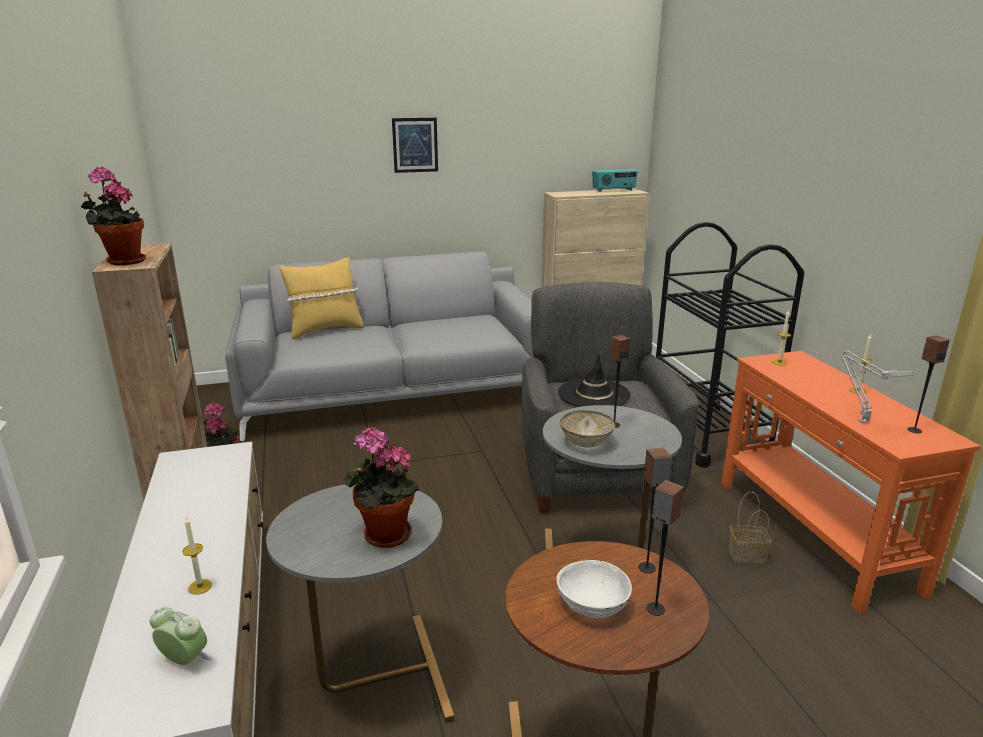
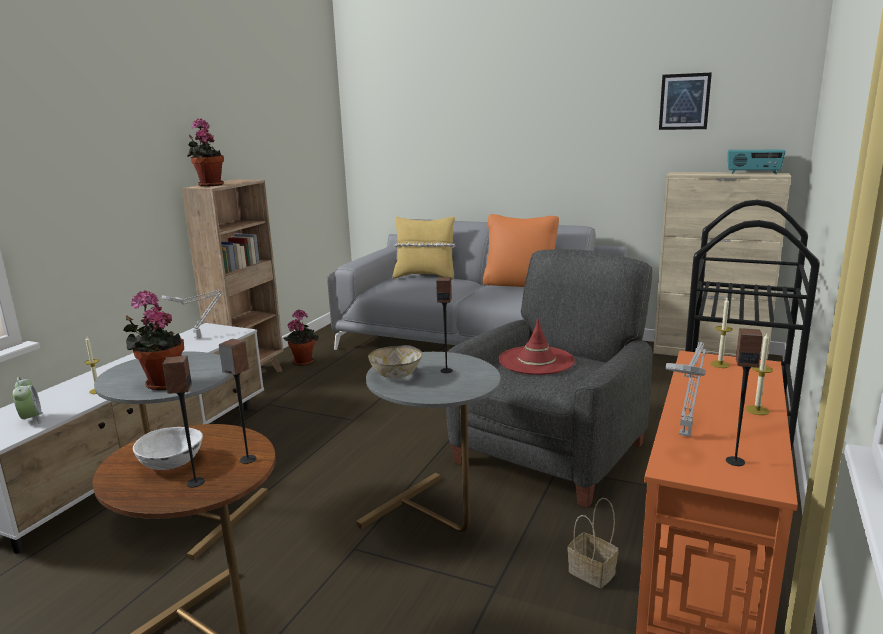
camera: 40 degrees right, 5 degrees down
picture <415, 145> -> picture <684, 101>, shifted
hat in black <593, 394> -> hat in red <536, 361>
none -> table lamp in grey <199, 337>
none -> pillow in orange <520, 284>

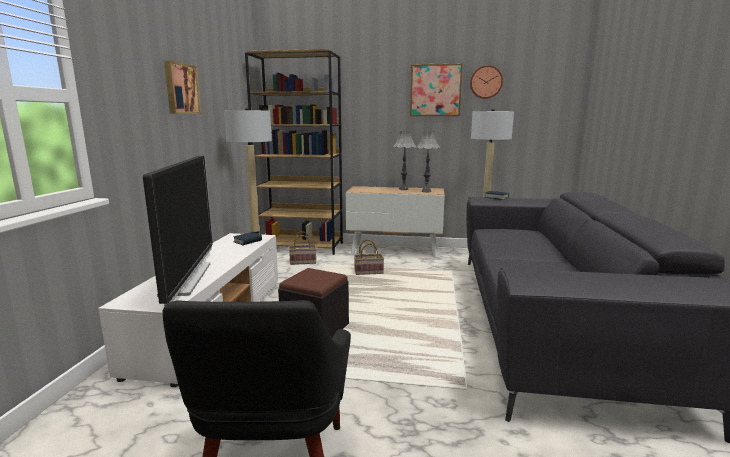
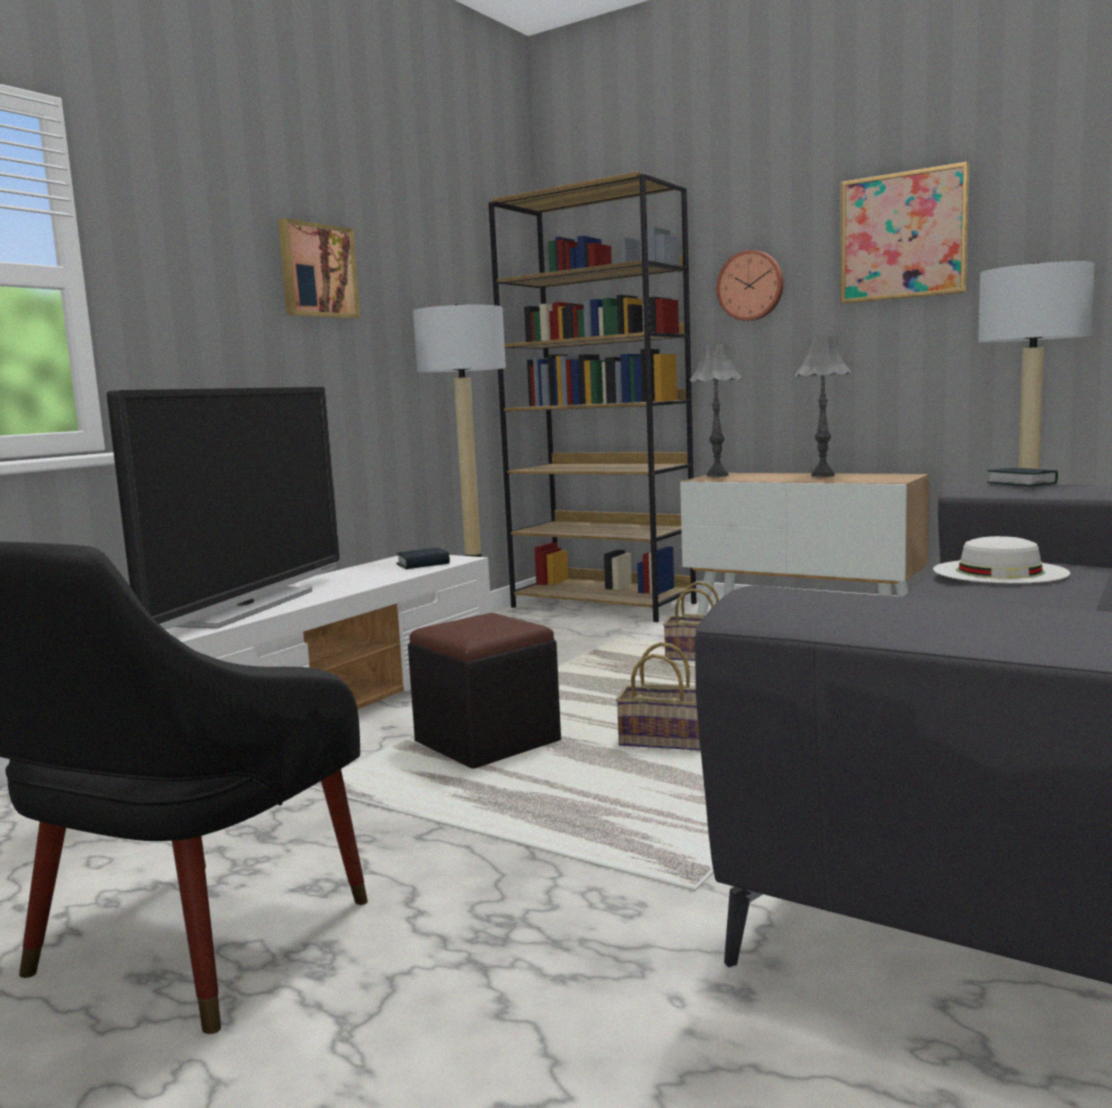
camera: 25 degrees right, 5 degrees down
basket <303, 261> -> basket <666, 741>, shifted
table lamp in grey <426, 191> -> table lamp in grey <717, 476>, shifted
wall clock <486, 82> -> wall clock <751, 286>, shifted
none -> hat in white <1000, 571>

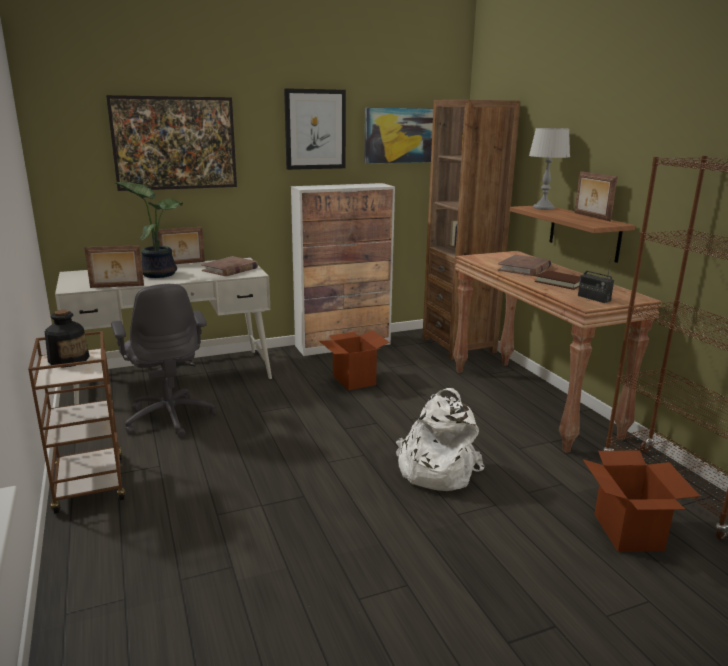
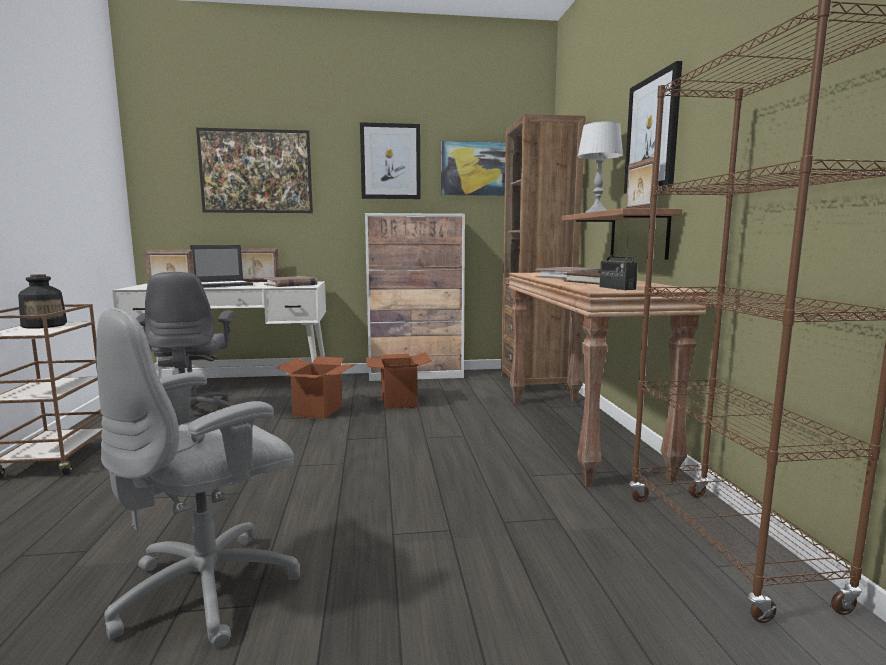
camera: 15 degrees right, 10 degrees down
potted plant <158, 273> -> laptop <223, 285>
backpack in white <435, 470> -> none
cardboard box <628, 532> -> cardboard box <318, 411>, shifted
none -> office chair in grey <211, 589>
none -> picture <652, 134>

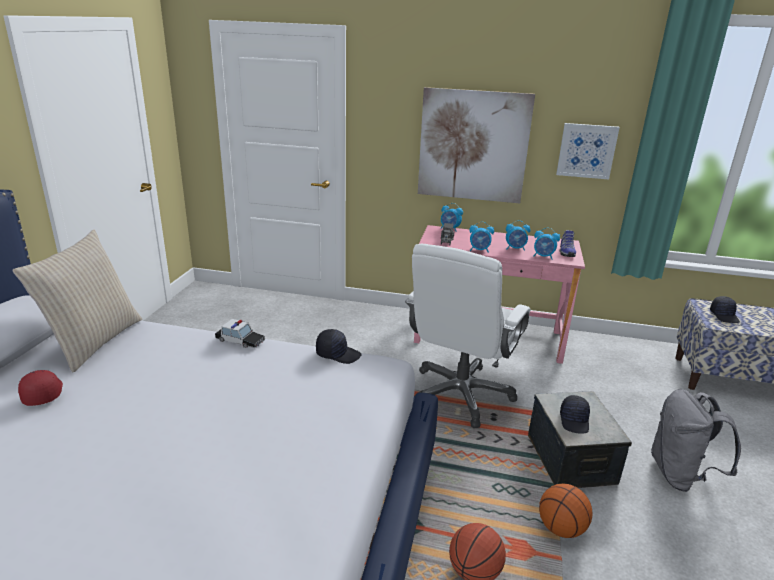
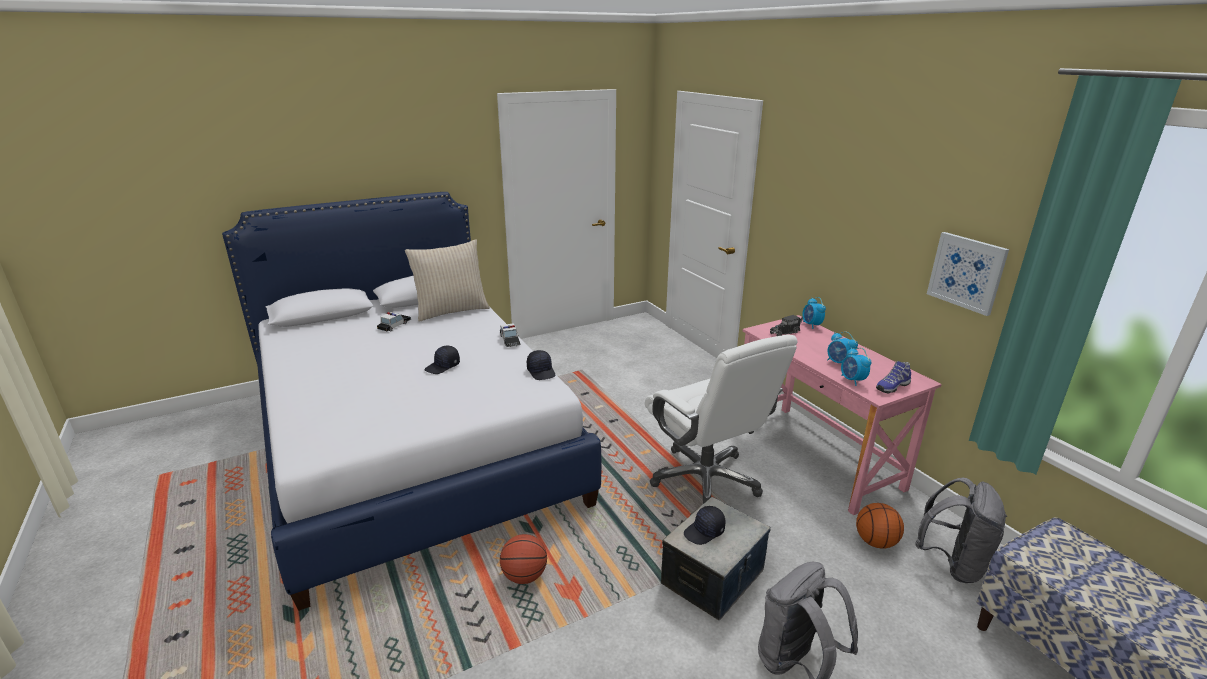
camera: 50 degrees right, 0 degrees up
cap in red <42, 394> -> toy car <394, 325>
office chair in white <460, 394> -> office chair in white <706, 480>, 105 degrees counterclockwise
picture <473, 146> -> none
alarm clock <479, 250> -> none
basketball <561, 528> -> basketball <875, 542>, shifted
cap in black <724, 316> -> cap in black <443, 366>, shifted
none -> backpack in grey <952, 563>

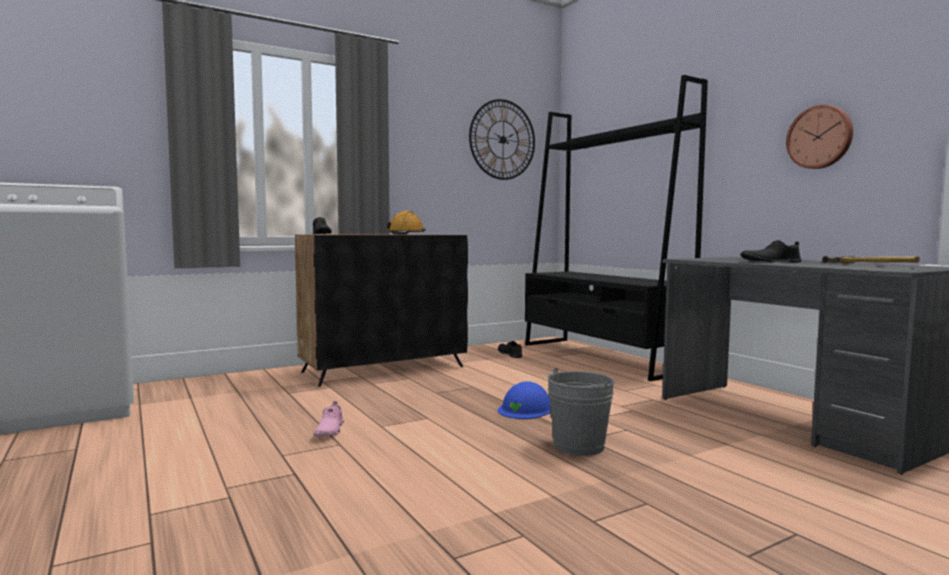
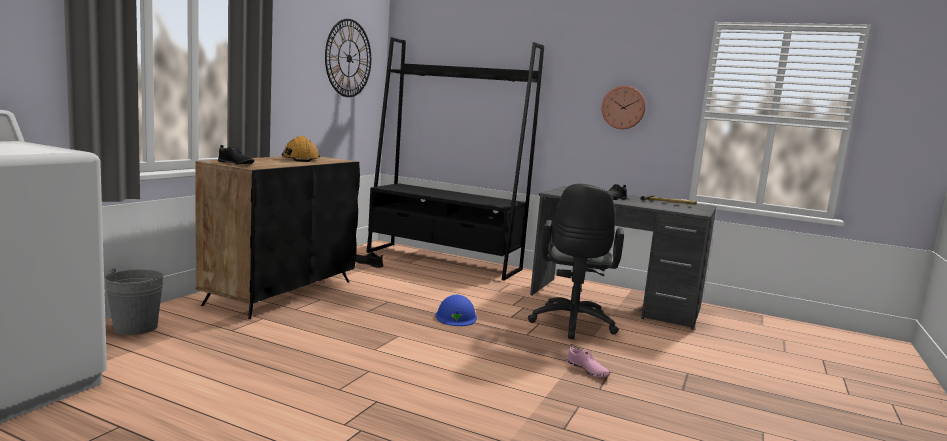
camera: 35 degrees left, 5 degrees up
shoe in pink <329, 431> -> shoe in pink <587, 370>, shifted
bucket in grey <578, 446> -> bucket in grey <135, 327>, shifted
none -> office chair in grey <572, 325>

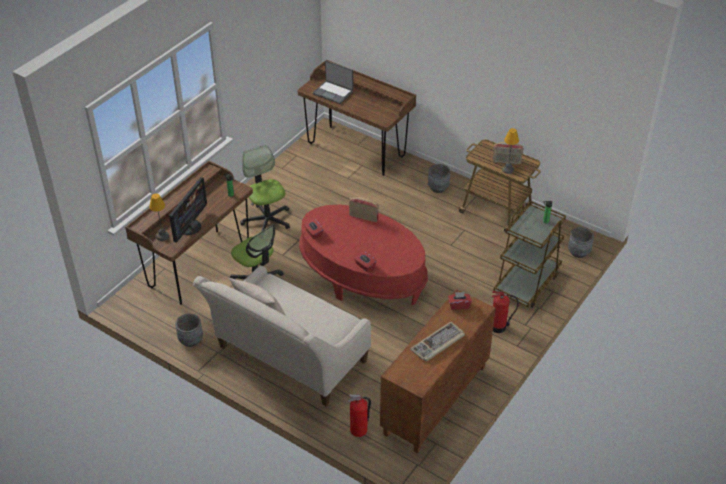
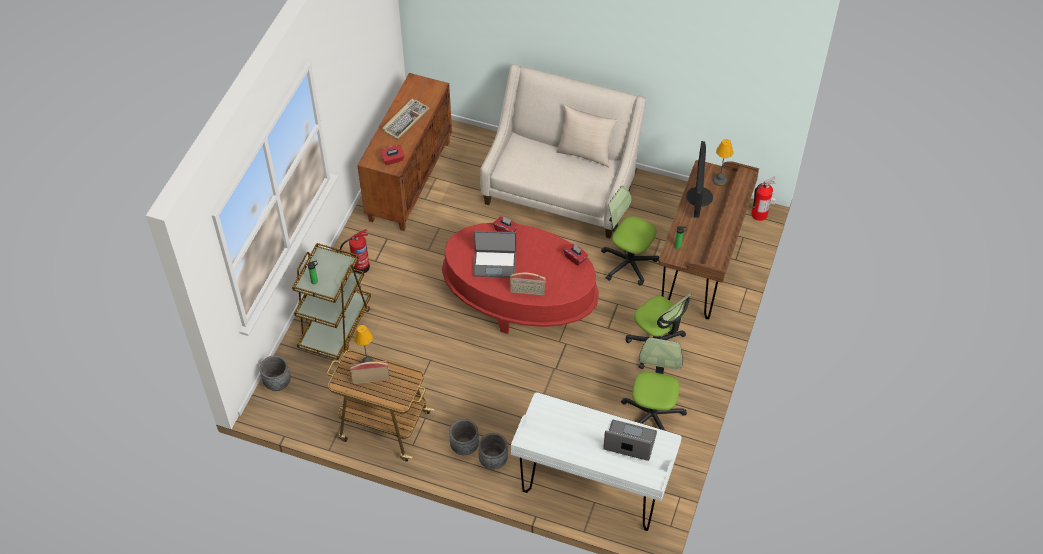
camera: 165 degrees right, 10 degrees up
planter in grey <190, 340> -> planter in grey <493, 460>, shifted
desk in brown <356, 150> -> desk in white <592, 491>
fire extinguisher <359, 430> -> fire extinguisher <758, 214>, shifted
none -> laptop <494, 263>
none -> office chair <652, 414>

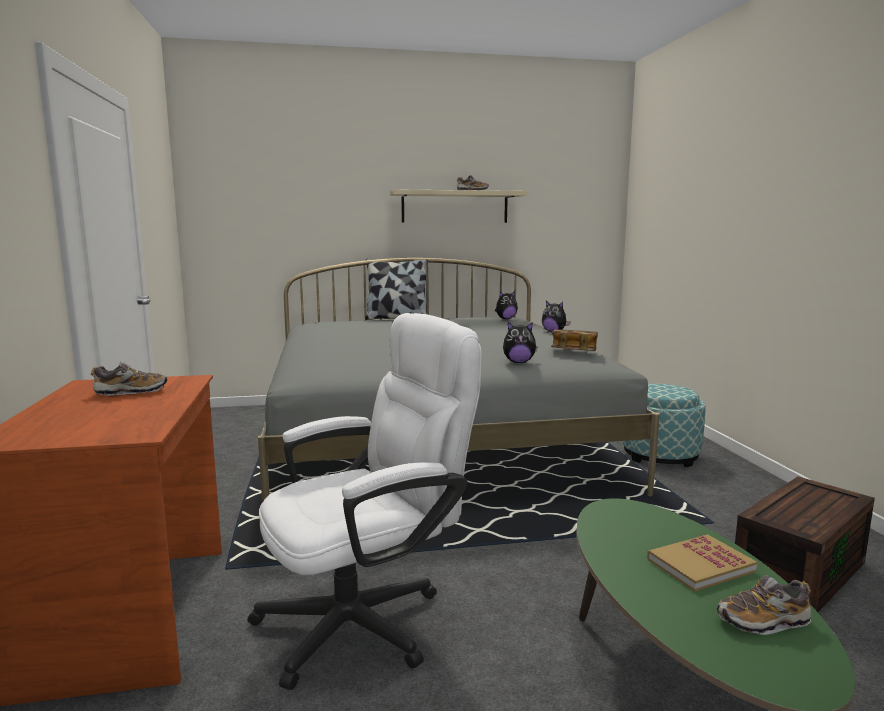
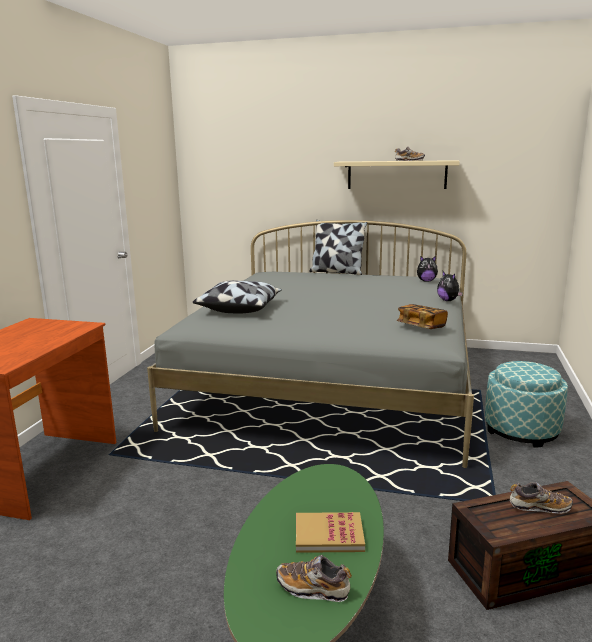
camera: 25 degrees right, 5 degrees up
shoe <131, 392> -> shoe <539, 507>, shifted
office chair in white <368, 619> -> none
plush toy <519, 362> -> none
none -> pillow <240, 308>

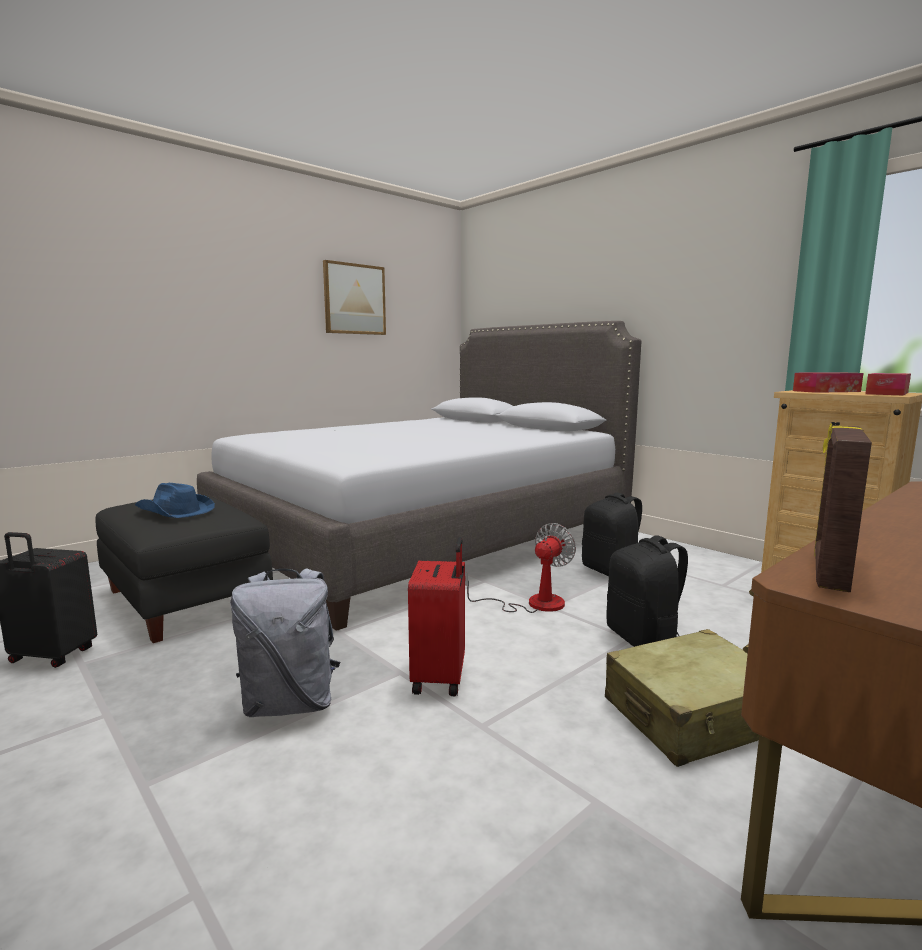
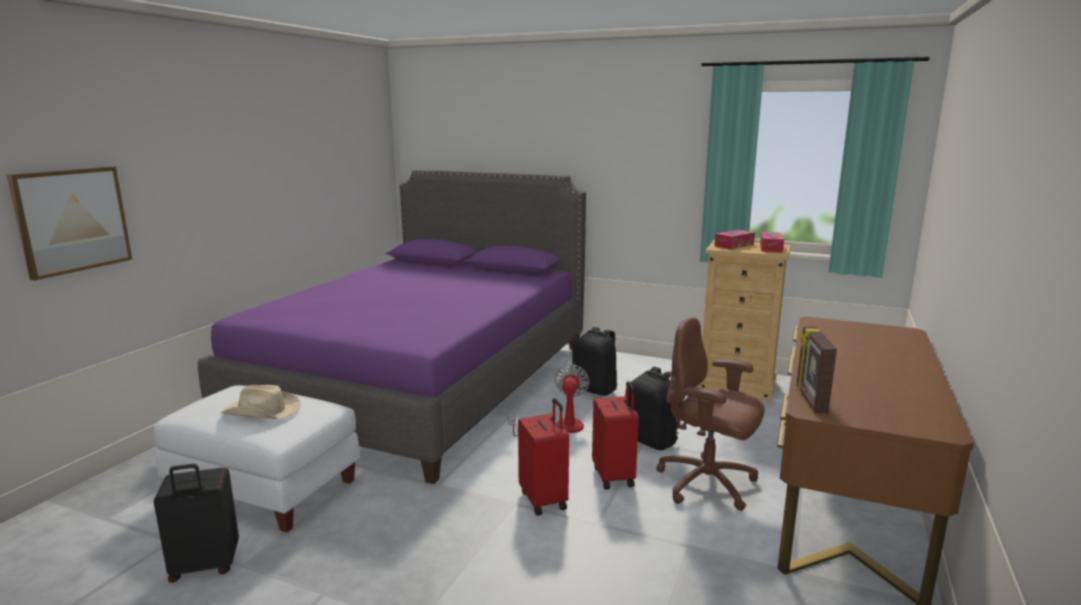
camera: 25 degrees left, 5 degrees up
ottoman in black <187, 600> -> ottoman in white <267, 488>
hat in blue <175, 511> -> hat in beige <262, 411>
bed in grey <425, 537> -> bed in purple <422, 383>
backpack in grey <290, 703> -> none
picture <354, 299> -> picture <72, 220>, shifted
suitcase in beige <693, 716> -> office chair in brown <708, 484>
none -> suitcase in red <614, 476>

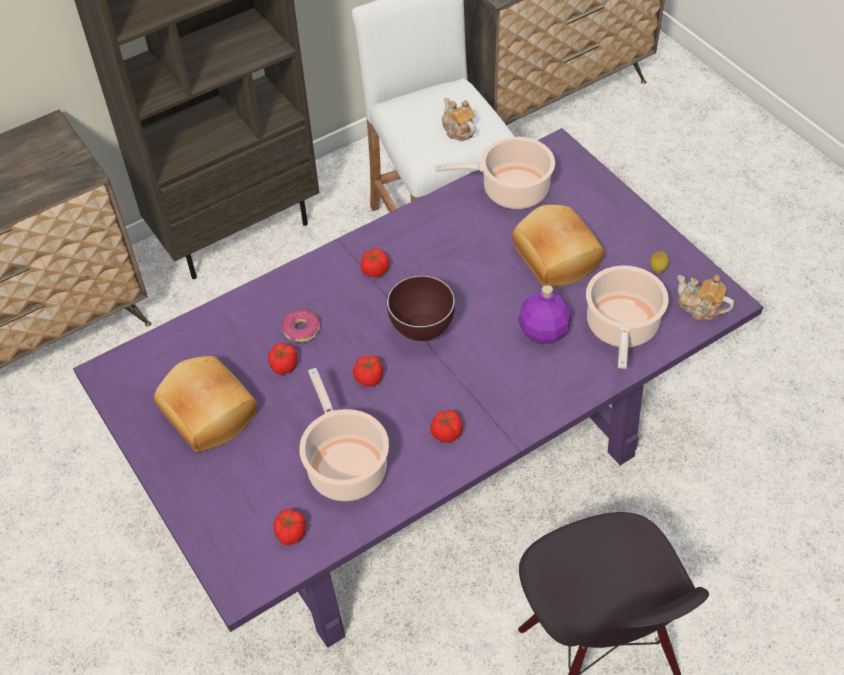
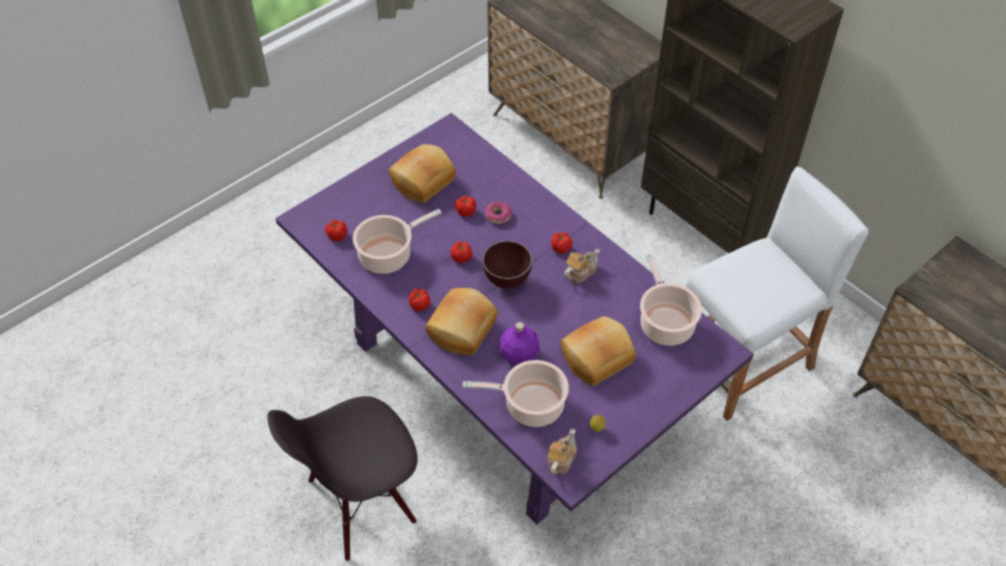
camera: 80 degrees right, 0 degrees up
teapot <458, 130> -> teapot <580, 272>, shifted
none -> bread <463, 330>

